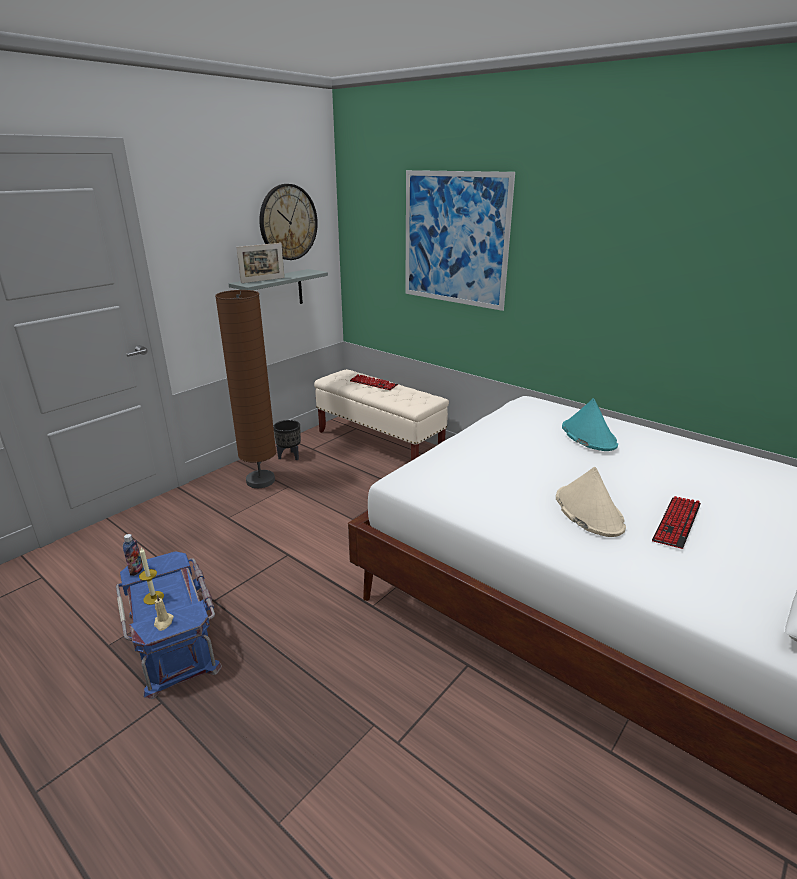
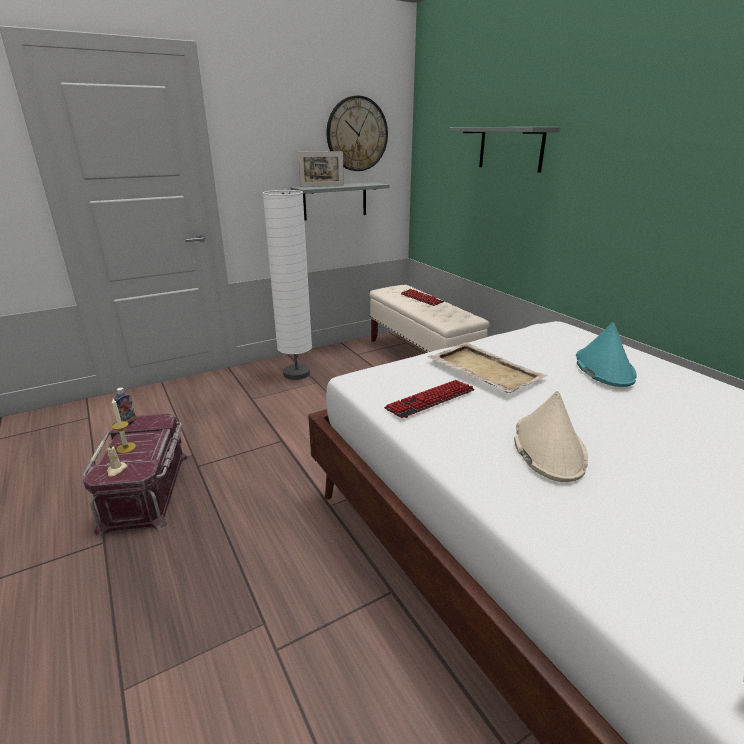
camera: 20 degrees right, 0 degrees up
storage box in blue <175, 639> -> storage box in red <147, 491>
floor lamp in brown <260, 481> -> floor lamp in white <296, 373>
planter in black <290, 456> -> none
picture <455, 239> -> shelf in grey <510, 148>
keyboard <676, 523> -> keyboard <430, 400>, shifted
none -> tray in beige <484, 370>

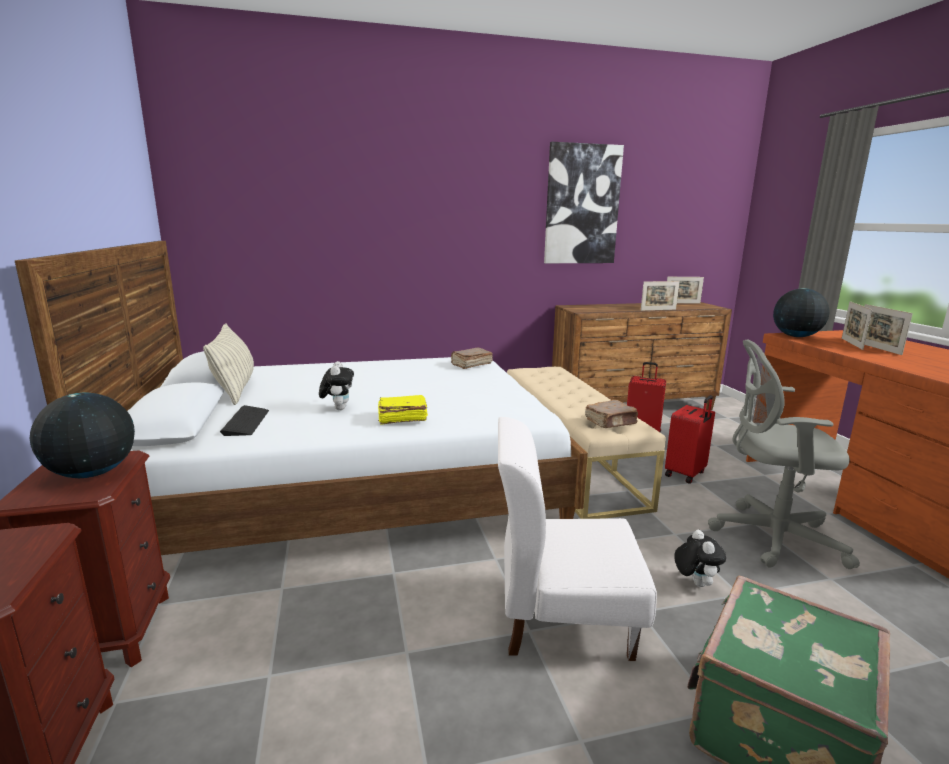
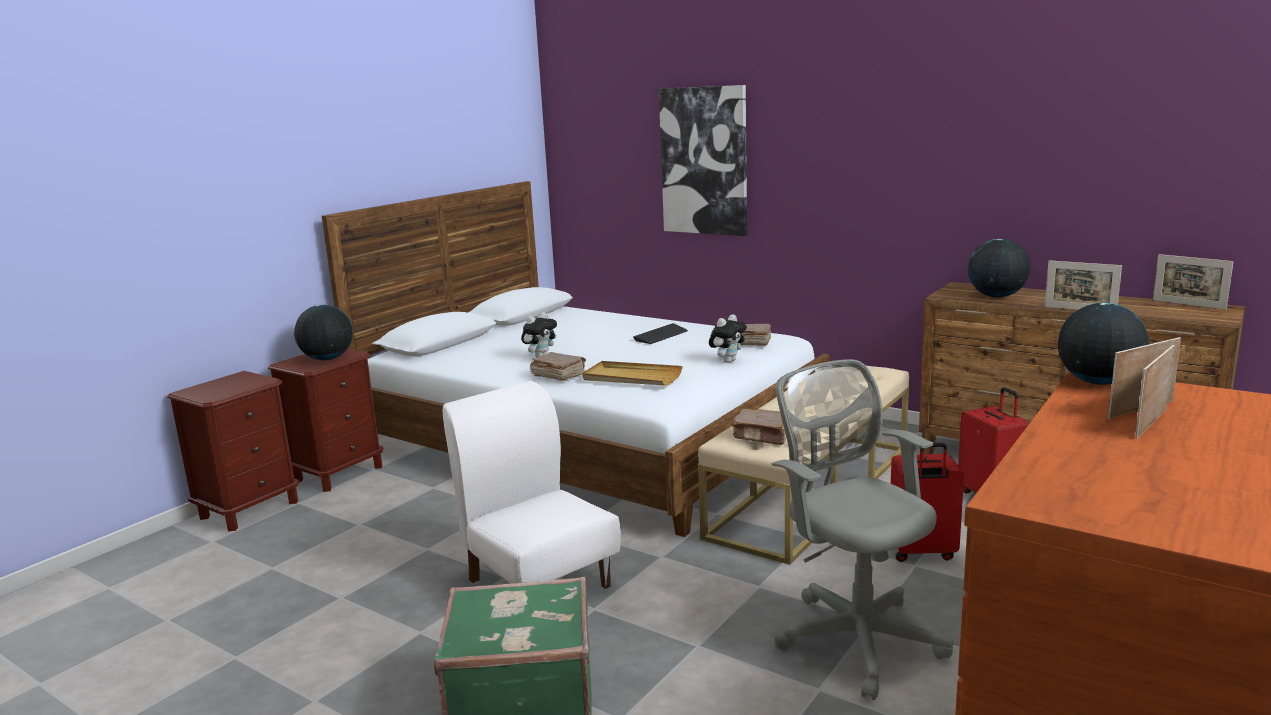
camera: 50 degrees right, 0 degrees up
pillow <234, 388> -> none
keyboard <246, 422> -> keyboard <661, 335>, shifted
book in yellow <401, 418> -> book in brown <558, 375>
picture <582, 205> -> picture <704, 161>, shifted
plush toy <694, 582> -> plush toy <728, 361>, shifted
none -> tray in beige <631, 377>
none -> globe <996, 296>

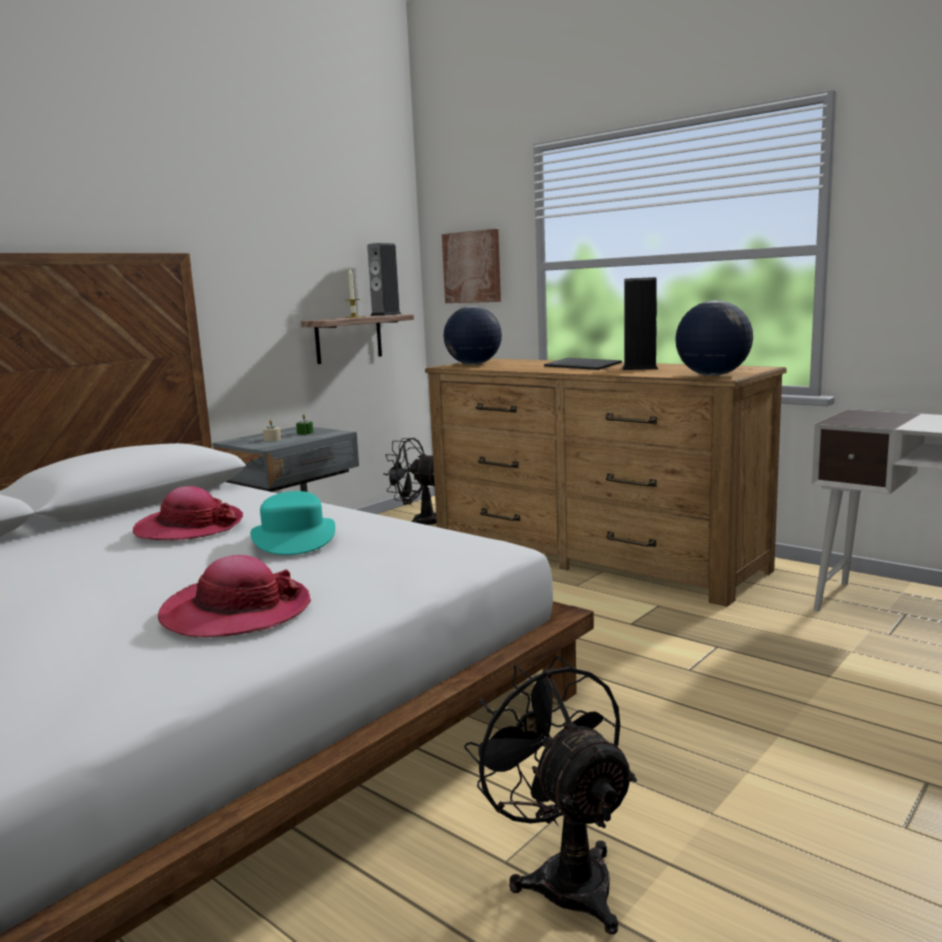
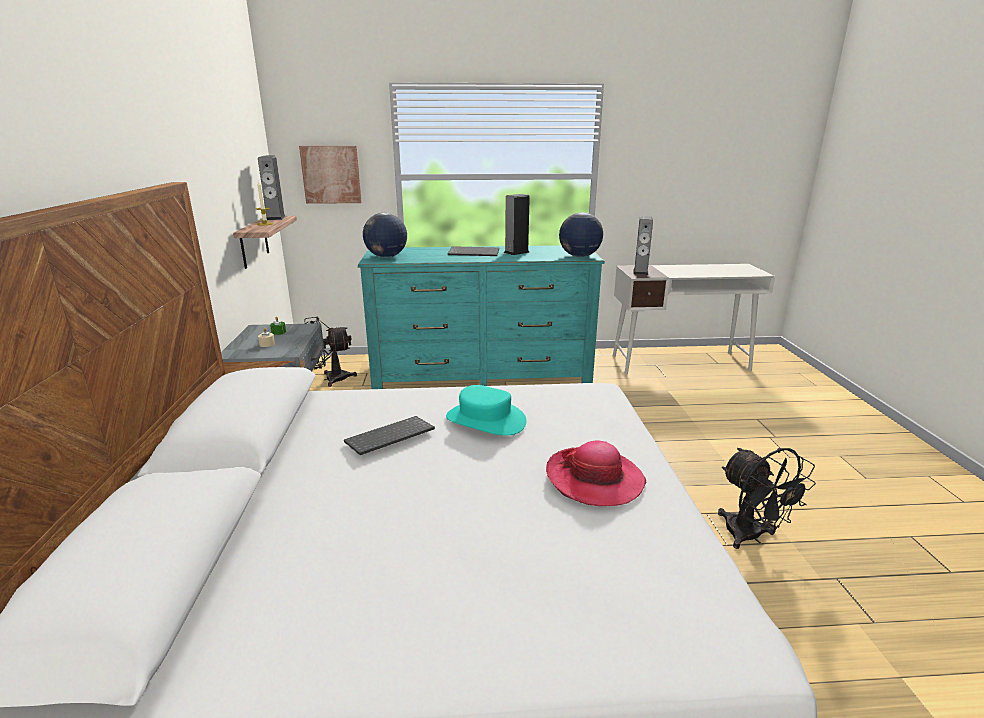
camera: 45 degrees left, 10 degrees up
hat <189, 527> -> keyboard <389, 438>
dresser in brown <592, 555> -> dresser in turquoise <481, 373>
fan in black <563, 876> -> fan in black <751, 537>, 135 degrees counterclockwise
none -> speaker <640, 272>

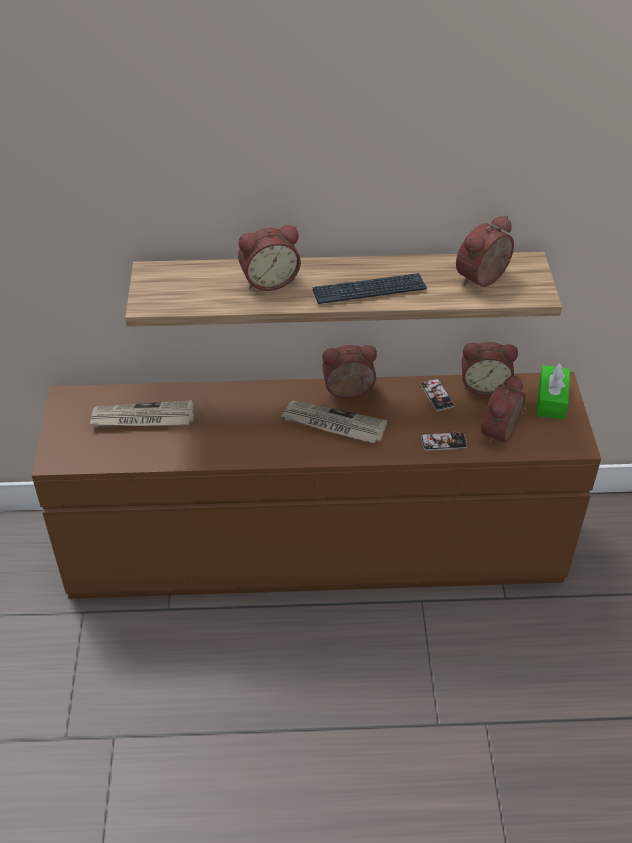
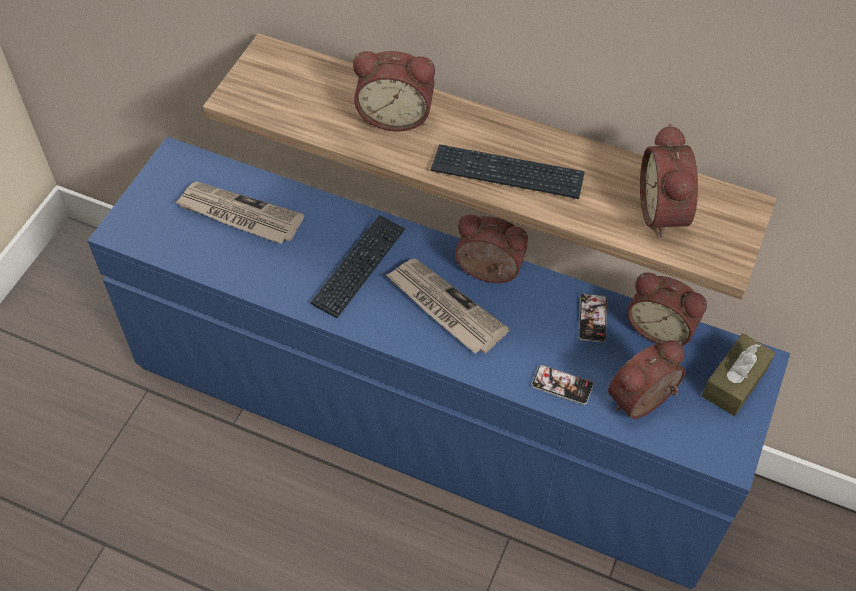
camera: 25 degrees right, 10 degrees up
dresser in brown <315, 548> -> dresser in blue <426, 420>
alarm clock <484, 279> -> alarm clock <666, 211>, 75 degrees counterclockwise
tissue box in green <551, 400> -> tissue box in brown <734, 382>
none -> keyboard <359, 267>

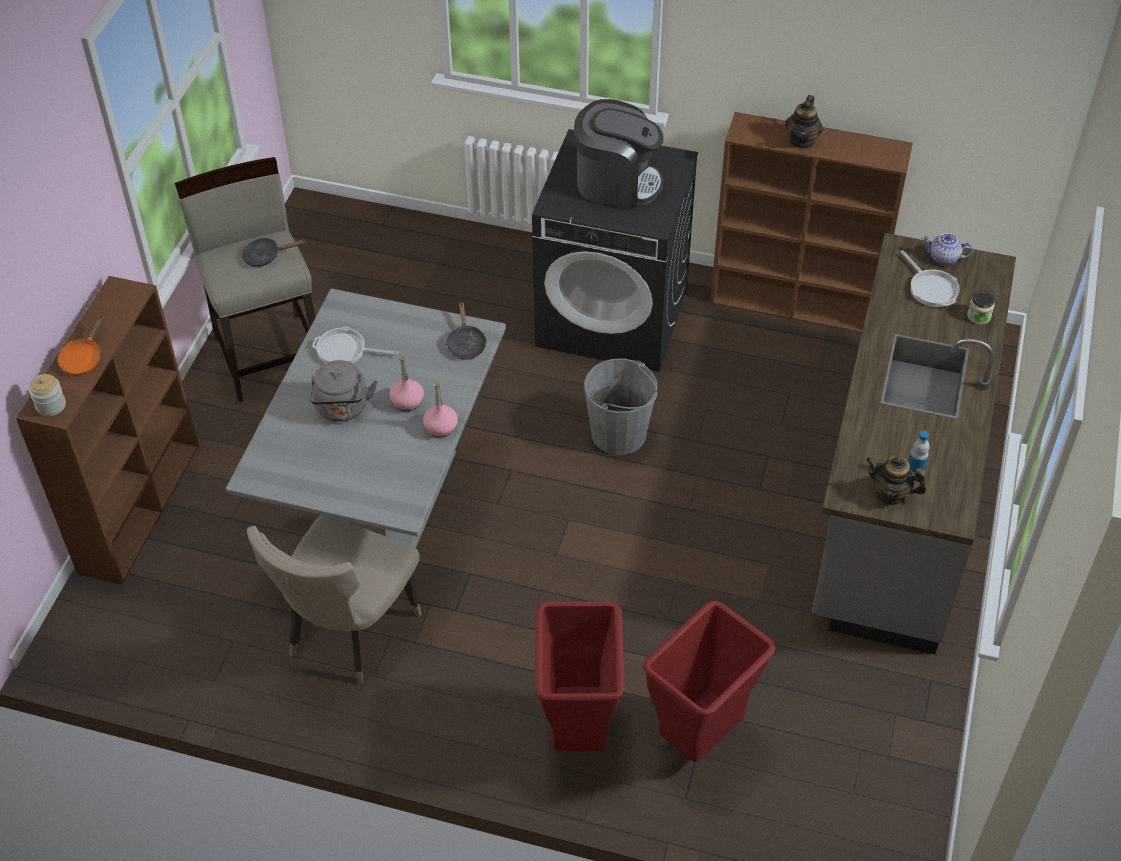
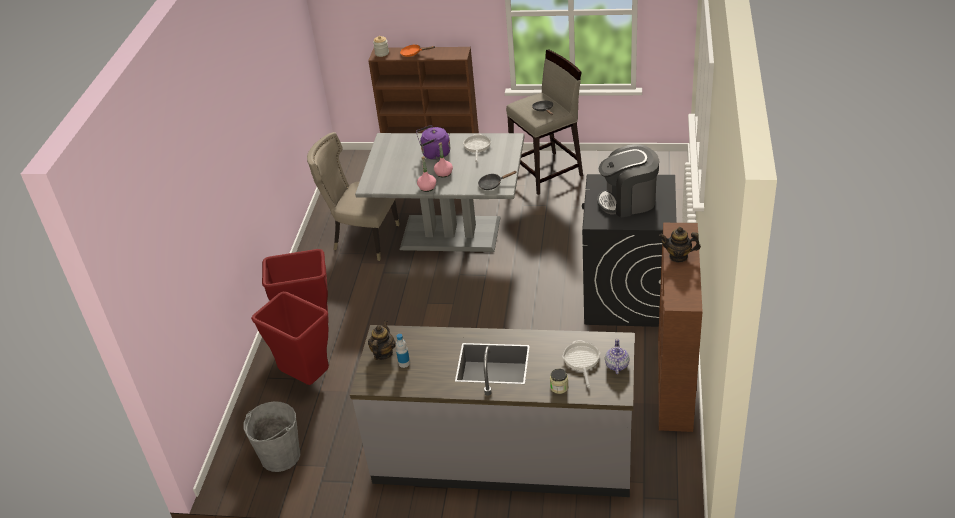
camera: 85 degrees right, 10 degrees down
kettle in grey <342, 409> -> kettle in purple <434, 154>
coffee machine <616, 183> -> coffee machine <628, 201>, 75 degrees clockwise
bucket in grey <619, 434> -> bucket in grey <280, 456>, shifted
frying pan <931, 288> -> frying pan <581, 360>, 120 degrees clockwise

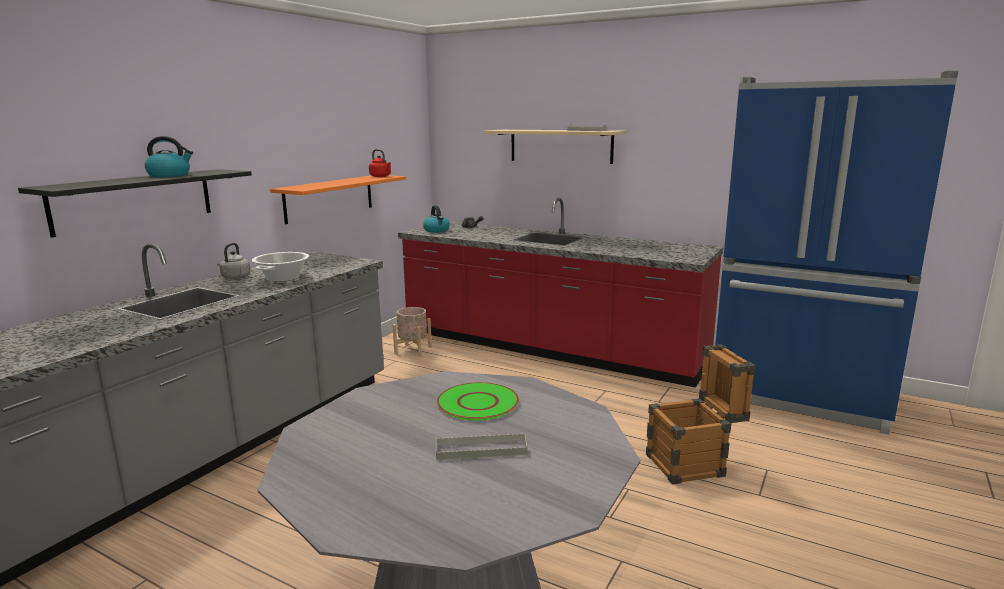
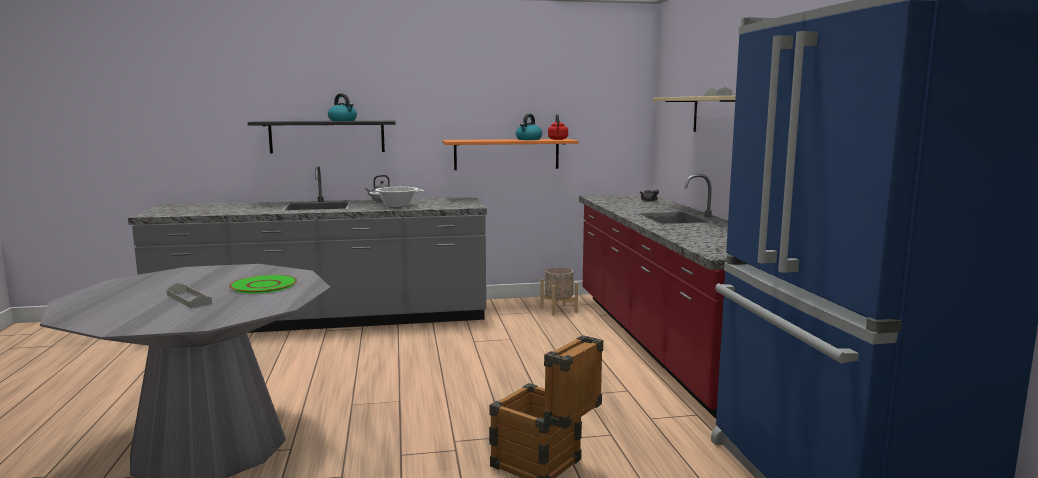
camera: 50 degrees right, 5 degrees down
kettle <437, 230> -> kettle <528, 139>, shifted

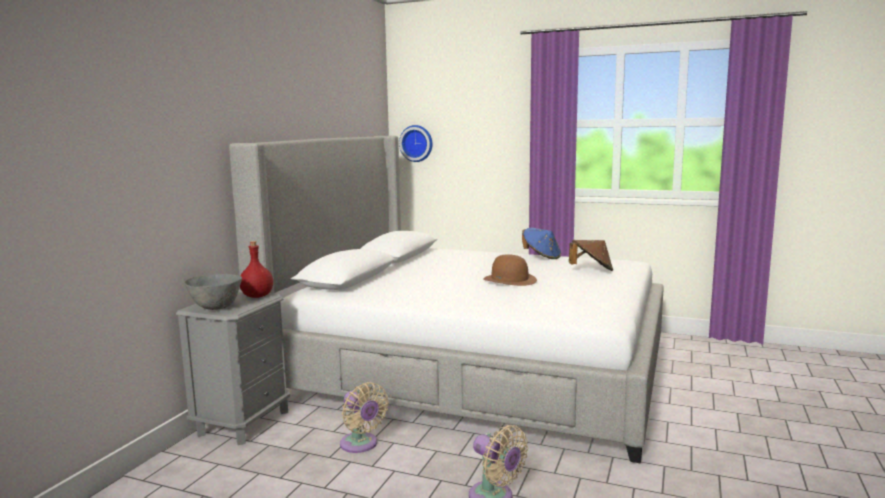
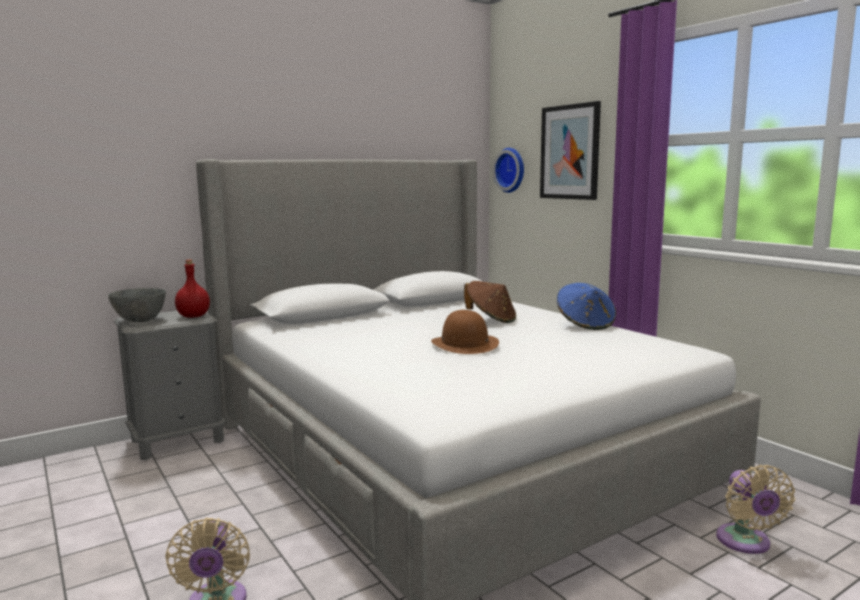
camera: 35 degrees right, 0 degrees up
fan in beige <361, 445> -> fan in beige <745, 543>, shifted
hat in brown <591, 270> -> hat in brown <491, 319>, shifted
none -> picture <570, 152>

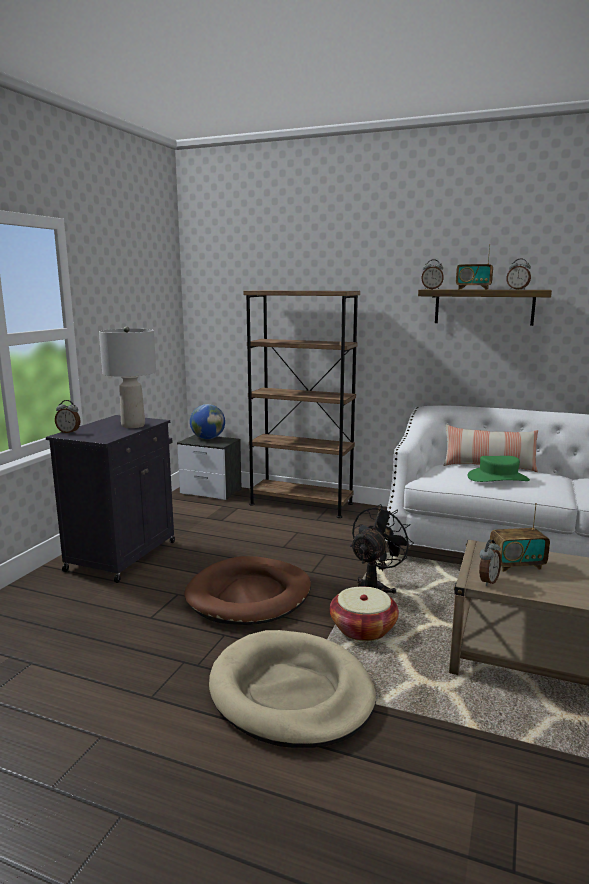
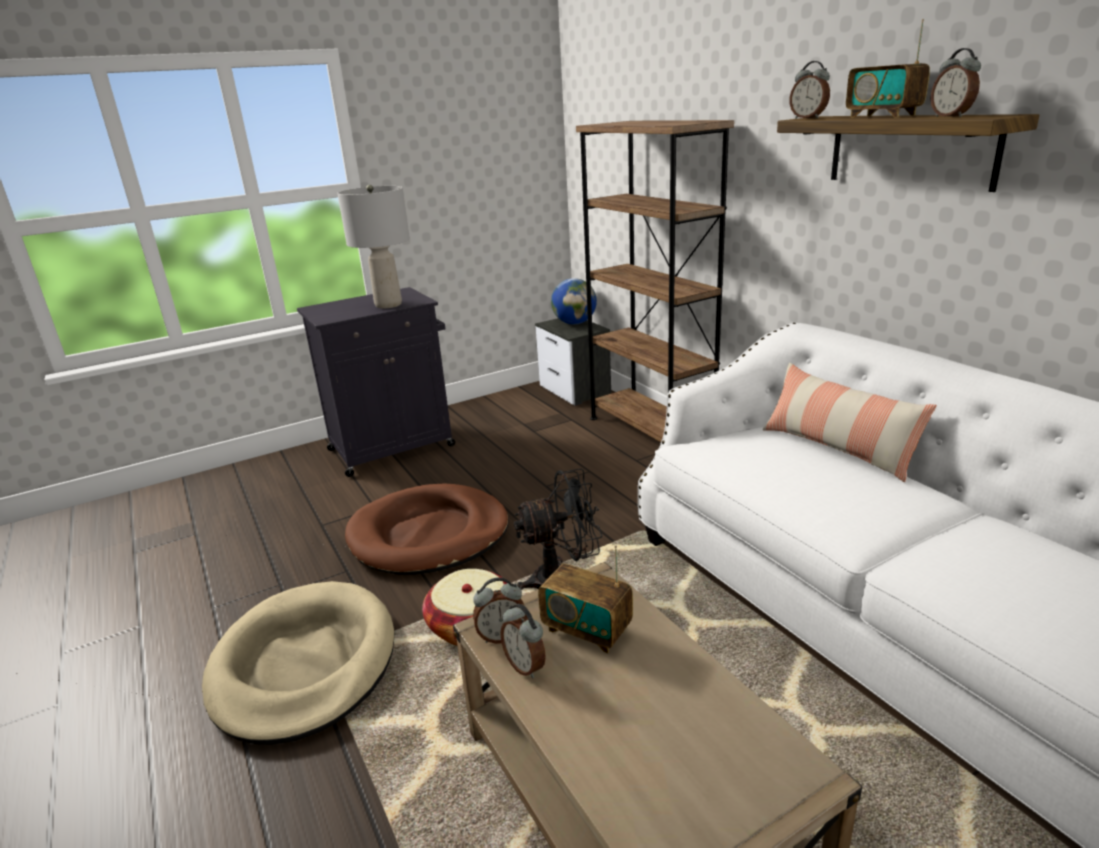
camera: 40 degrees right, 10 degrees up
alarm clock <69, 432> -> alarm clock <526, 666>, shifted
hat in green <498, 478> -> none

